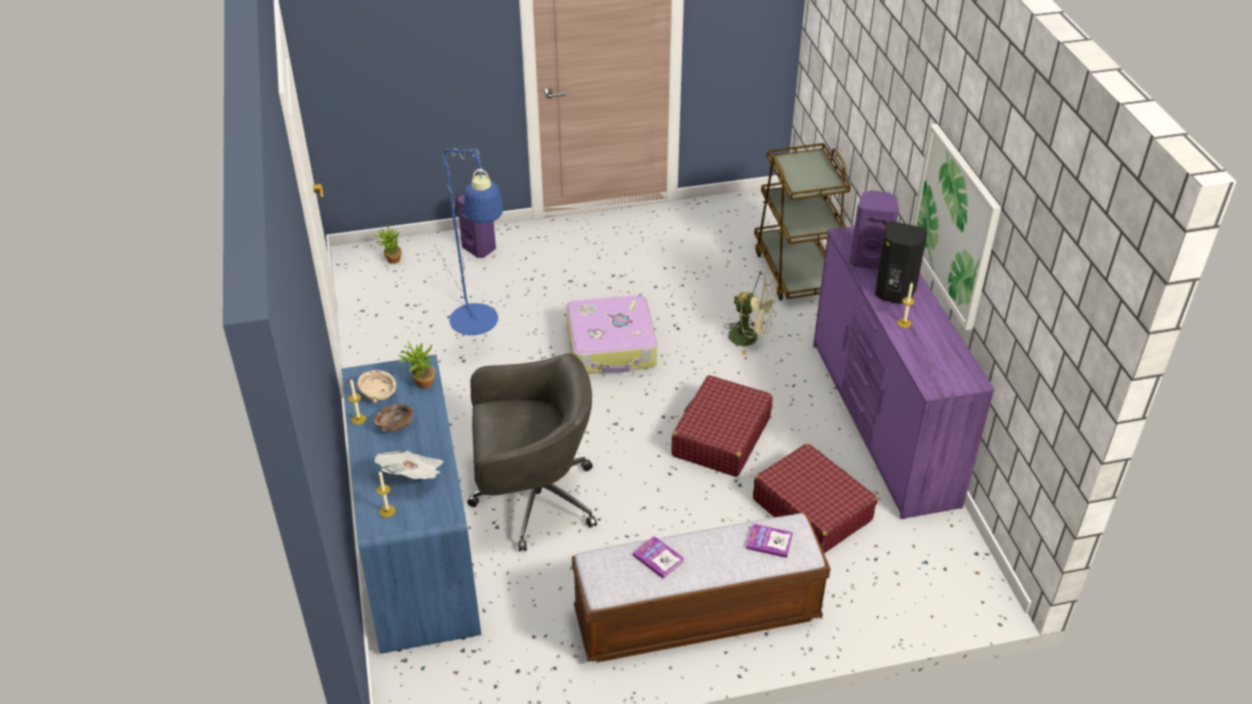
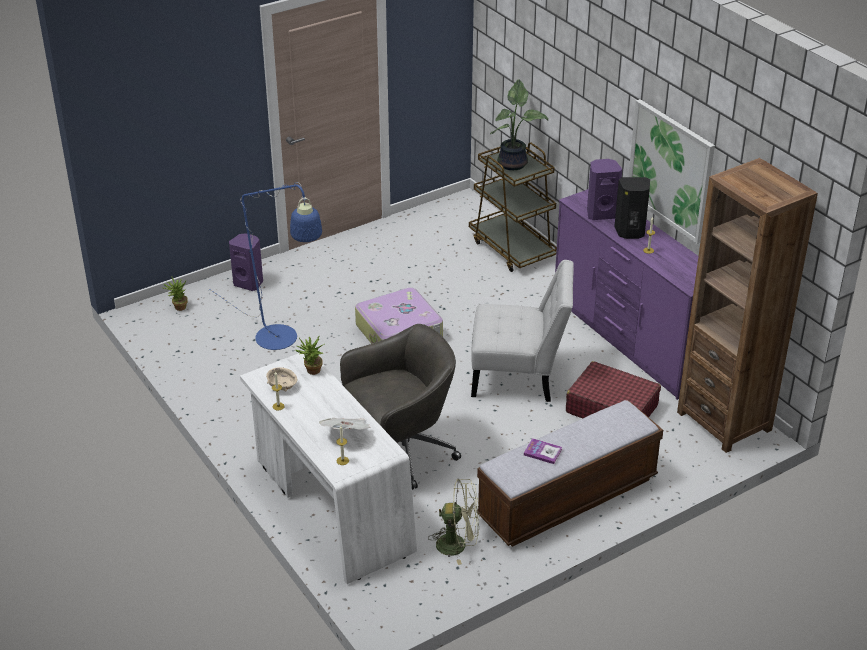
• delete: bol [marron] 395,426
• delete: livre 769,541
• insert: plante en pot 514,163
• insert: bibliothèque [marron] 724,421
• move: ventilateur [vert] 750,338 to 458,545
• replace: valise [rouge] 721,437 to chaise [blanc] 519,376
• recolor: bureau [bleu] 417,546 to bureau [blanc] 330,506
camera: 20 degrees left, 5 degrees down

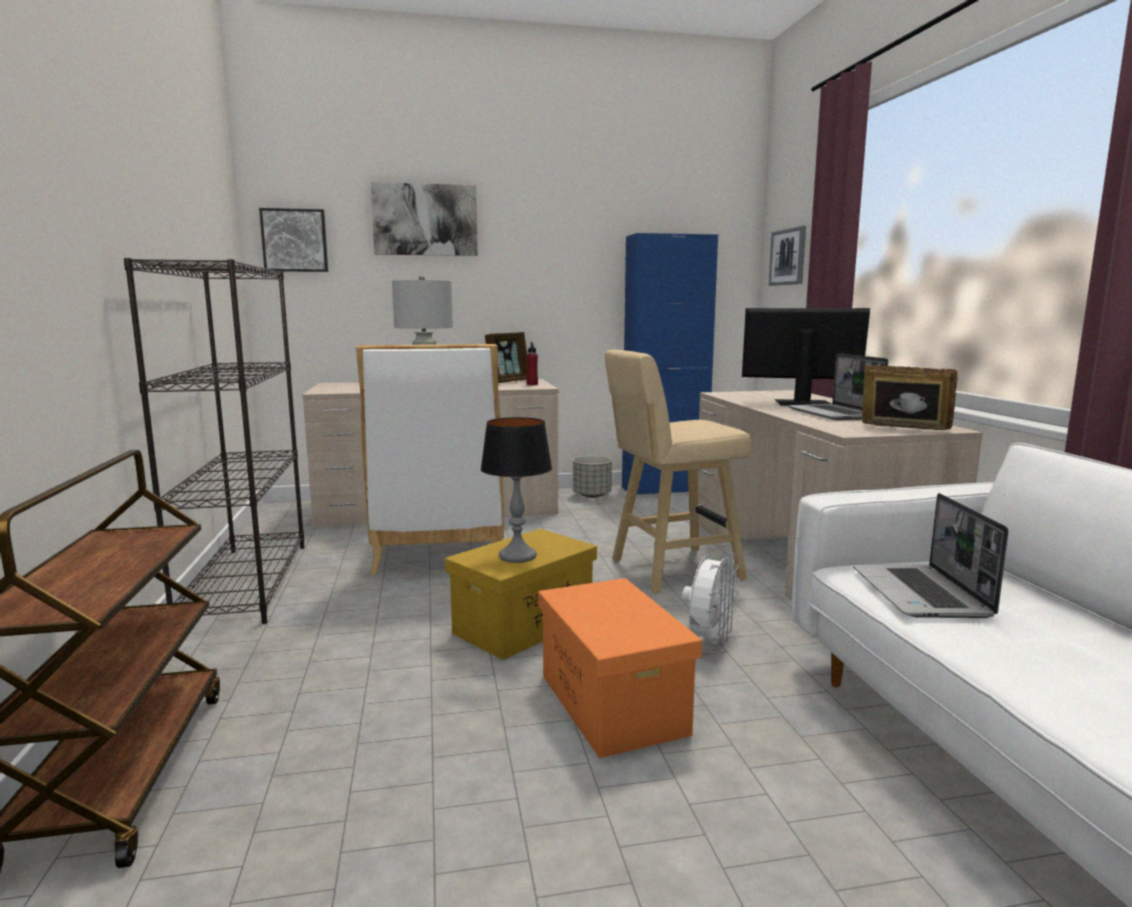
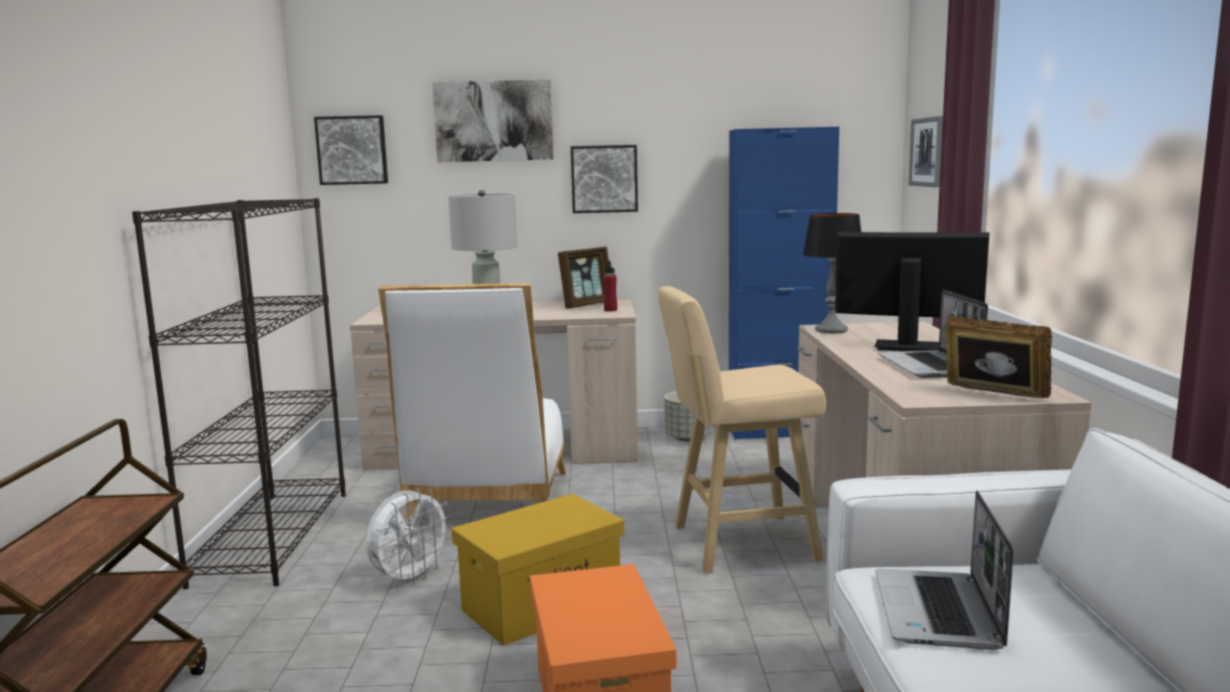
• insert: tableau 604,179
• move: lampe de table 517,556 to 831,330
• move: ventilateur [blanc] 709,643 to 410,578
camera: 10 degrees right, 0 degrees up

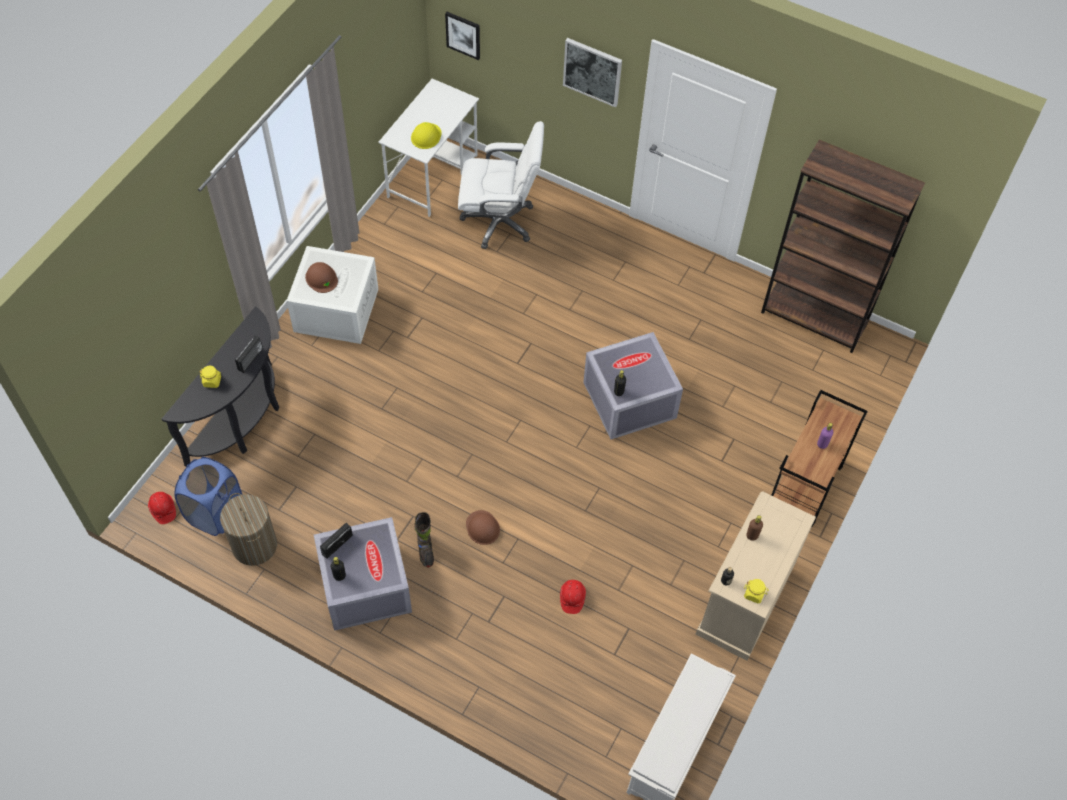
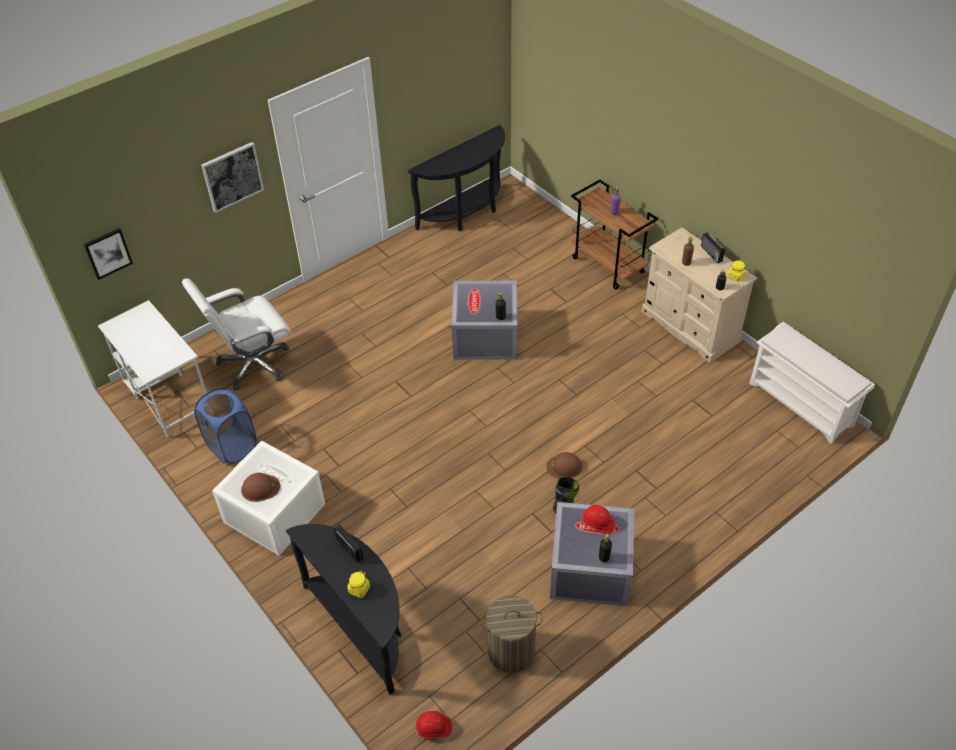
• delete: casque de chantier [jaune] 426,136
• move: panier à linge [bleu] 215,513 to 232,446
• move: radio 337,544 to 711,254
• move: casque de chantier [rouge] 572,598 to 598,523
• replace: bibliothèque [marron] 814,318 to table console [noir] 466,213
• rotate: chaise de bureau [blanc] 500,221 = 253,364 150 degrees counterclockwise
camera: 65 degrees left, 10 degrees down

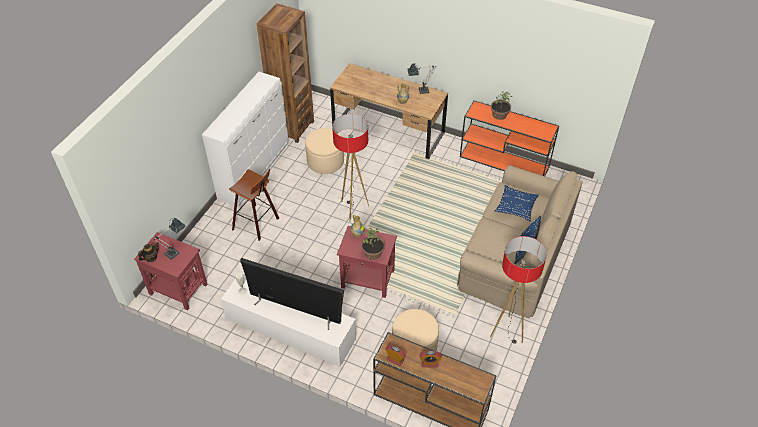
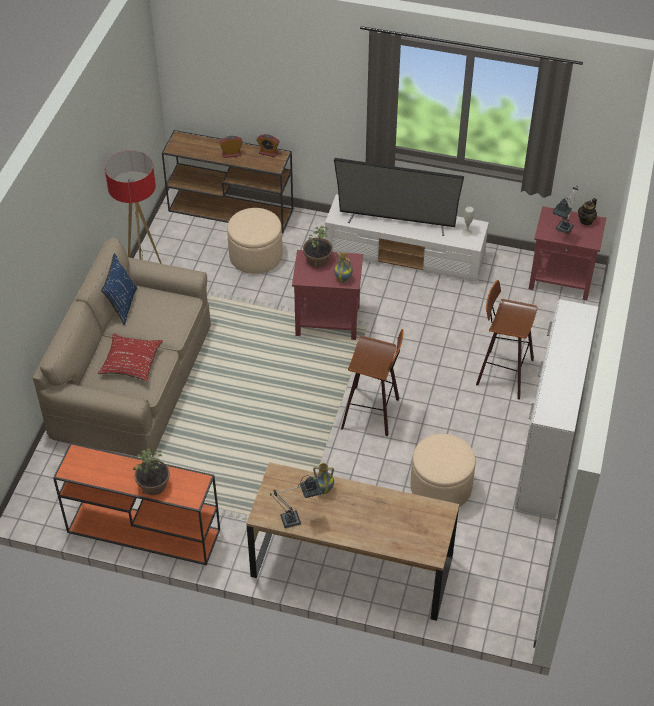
• delete: bibliothèque [marron] 293,128
• replace: lampadaire 353,209 to tabouret 372,412
• recolor: coussin [bleu] 516,206 to coussin [rouge] 131,362
camera: 170 degrees right, 0 degrees up

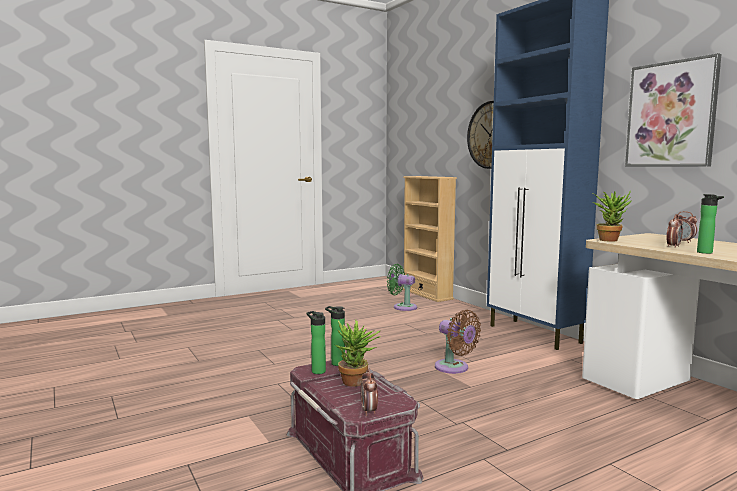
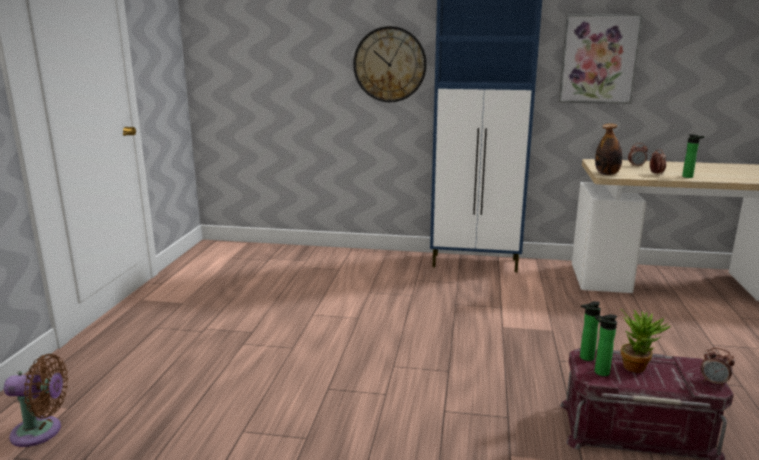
• delete: ventilateur [vert] 402,307
• delete: bibliothèque [beige] 427,294
• move: ventilateur [marron] 454,368 to 41,432
• replace: plante en pot 610,240 to bouteille 607,174
camera: 50 degrees left, 10 degrees up

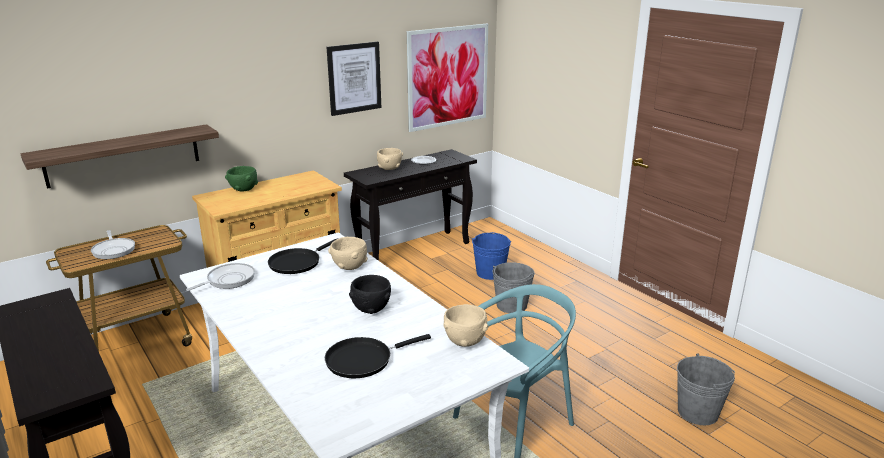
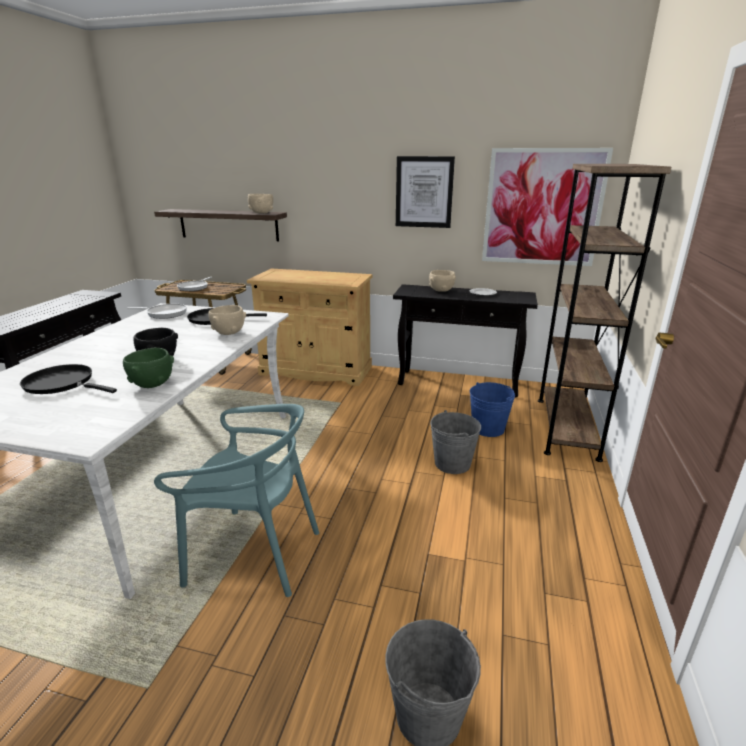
• insert: bibliothèque [marron] 566,427
• move: bol [vert] 243,189 to 152,384
• move: bol [beige] 465,341 to 261,213
camera: 50 degrees right, 0 degrees up

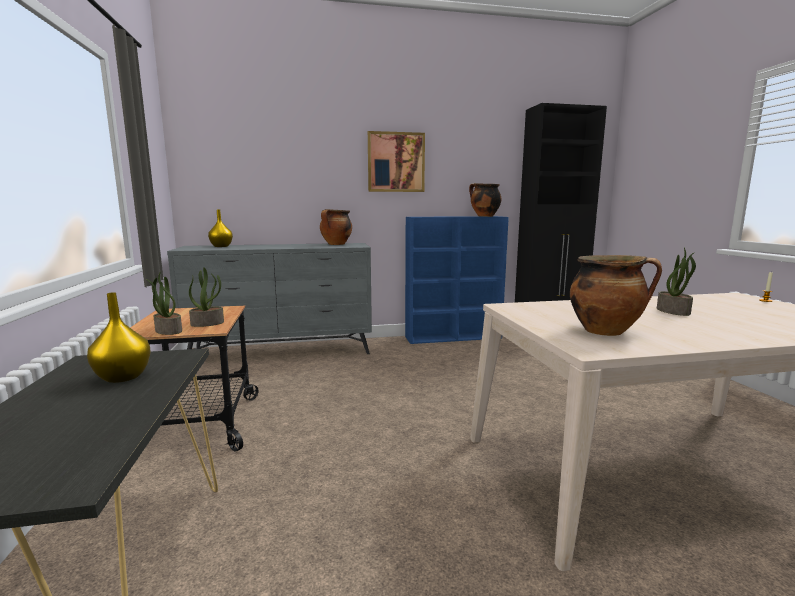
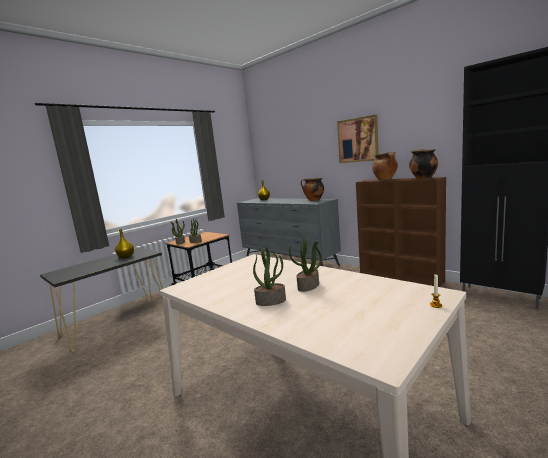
• insert: plante en pot 271,301
• move: marmite 606,331 to 385,179
• recolor: bibliothèque [bleu] 454,337 to bibliothèque [marron] 401,278
camera: 55 degrees right, 0 degrees up

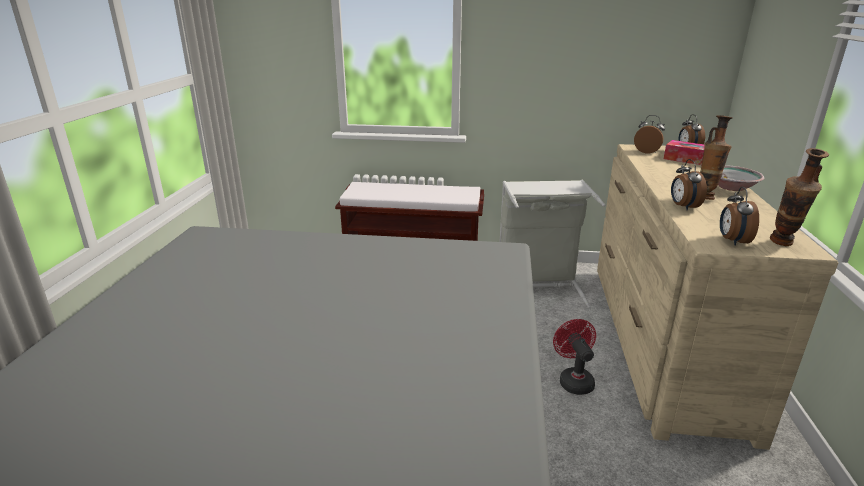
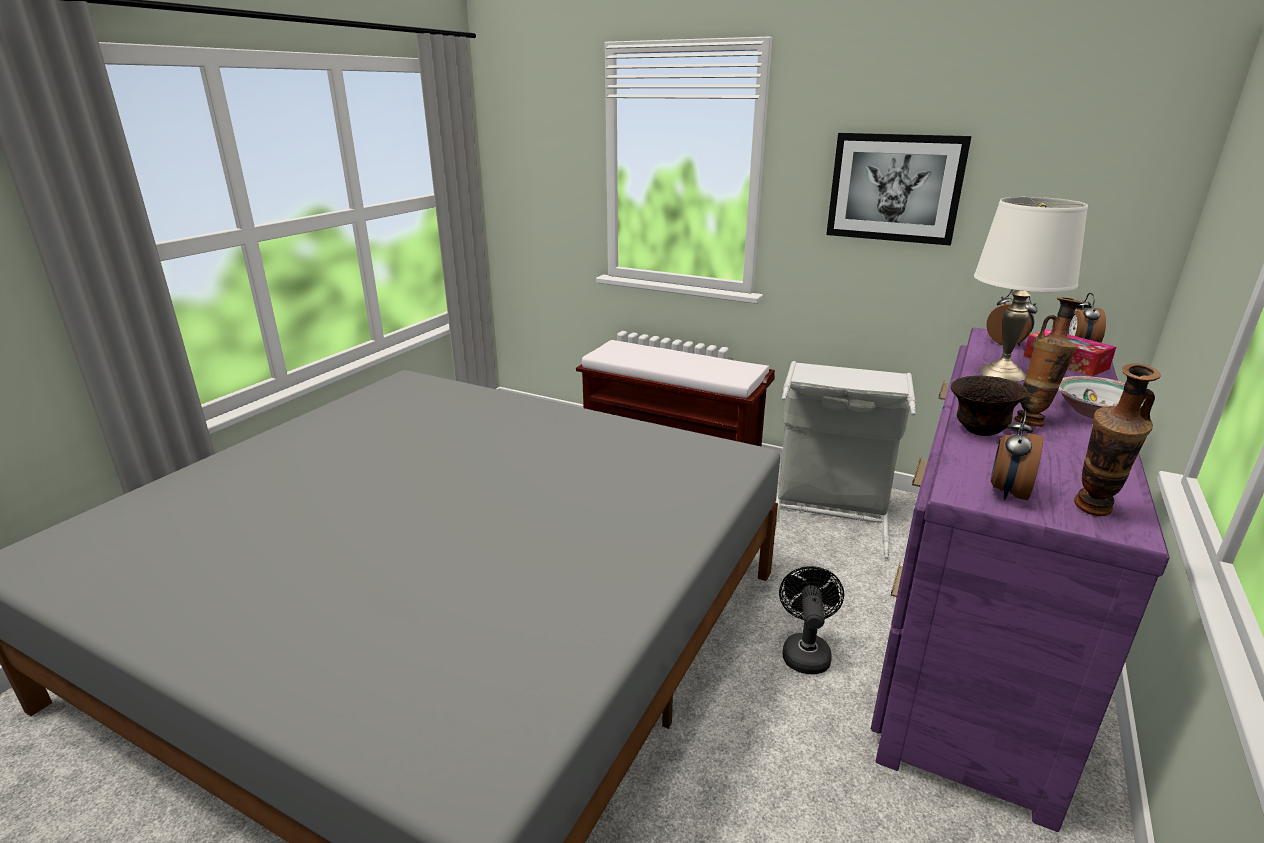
• insert: tableau 895,188
• insert: lampe de table [blanc] 1002,374
• replace: réveil 683,207 to bol [marron] 979,430
• recolor: ventilateur [rouge] 573,380 to ventilateur [noir] 805,651
• recolor: commode [beige] 662,340 to commode [violet] 975,628
camera: 20 degrees right, 0 degrees up

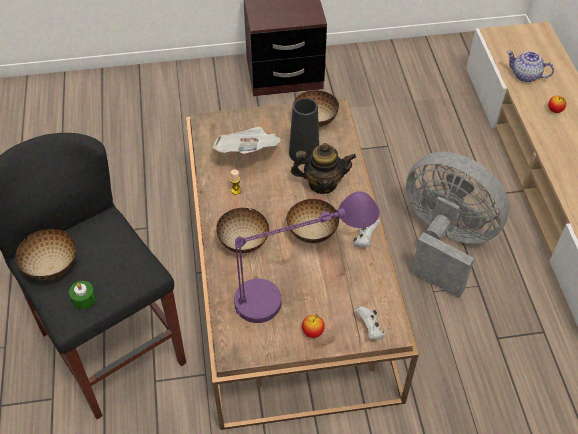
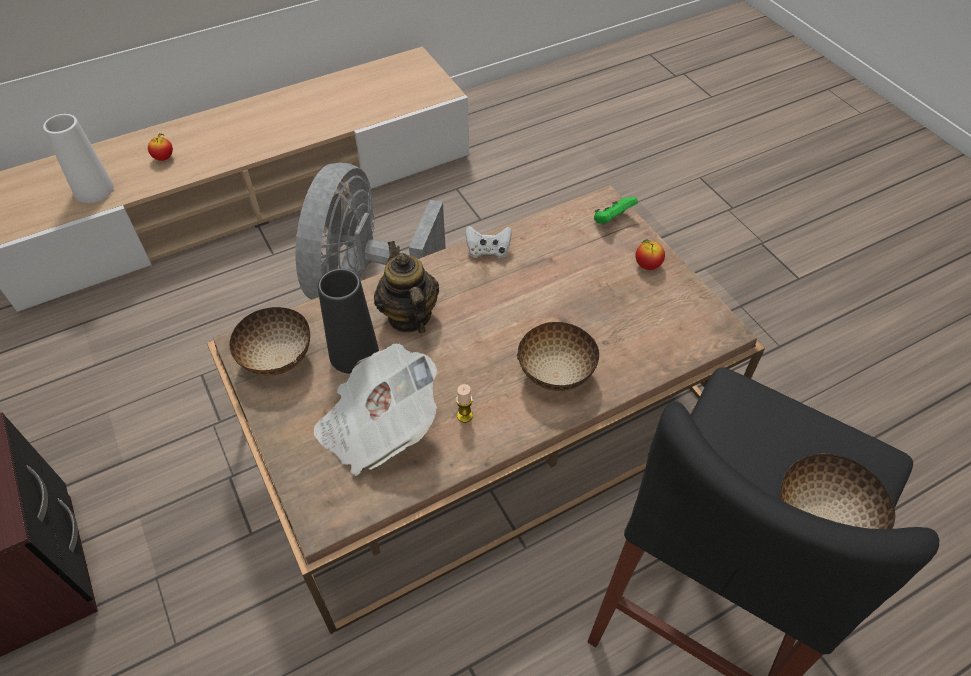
• delete: bougie [vert] 84,299
• delete: lampe de table [violet] 298,291
• delete: bol 312,232
• replace: théière 526,76 to vase [blanc] 94,190
• recolor: manette [blanc] 370,329 to manette [vert] 612,219
camera: 110 degrees left, 0 degrees up

